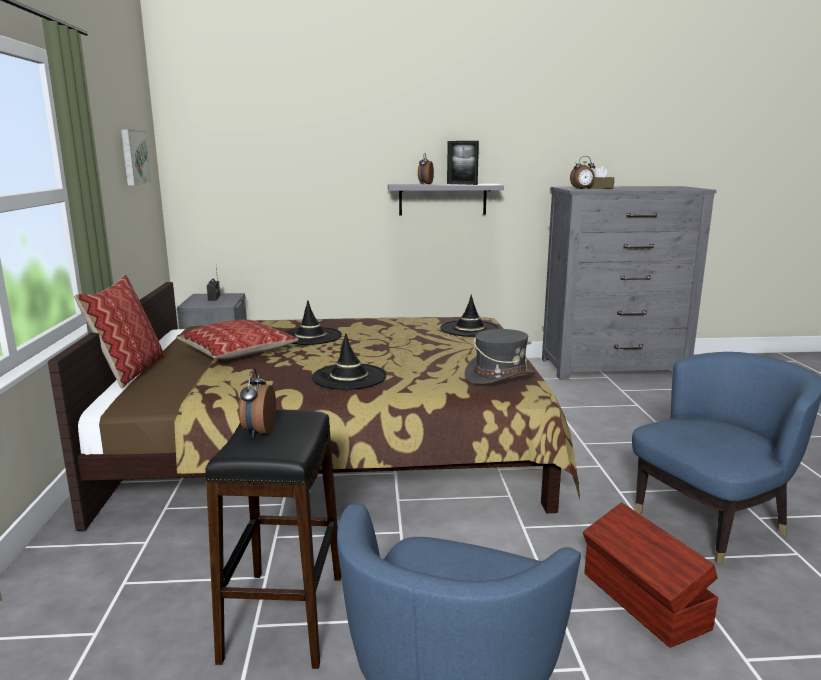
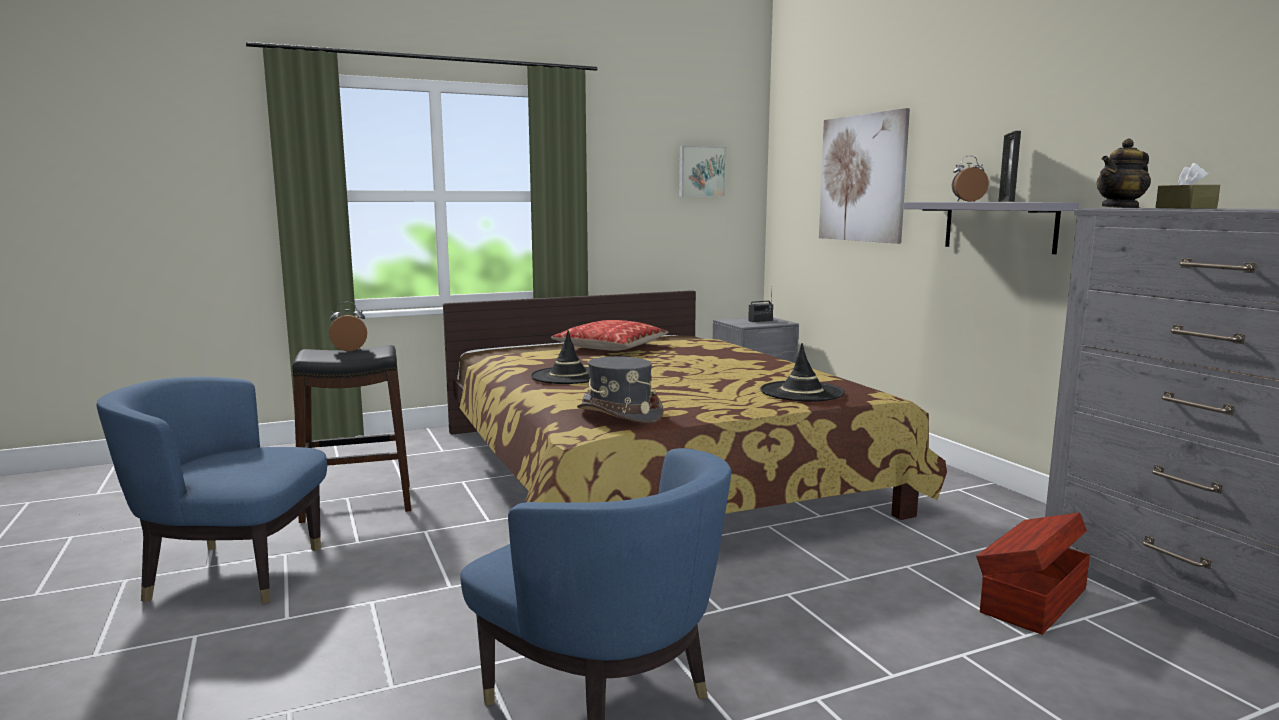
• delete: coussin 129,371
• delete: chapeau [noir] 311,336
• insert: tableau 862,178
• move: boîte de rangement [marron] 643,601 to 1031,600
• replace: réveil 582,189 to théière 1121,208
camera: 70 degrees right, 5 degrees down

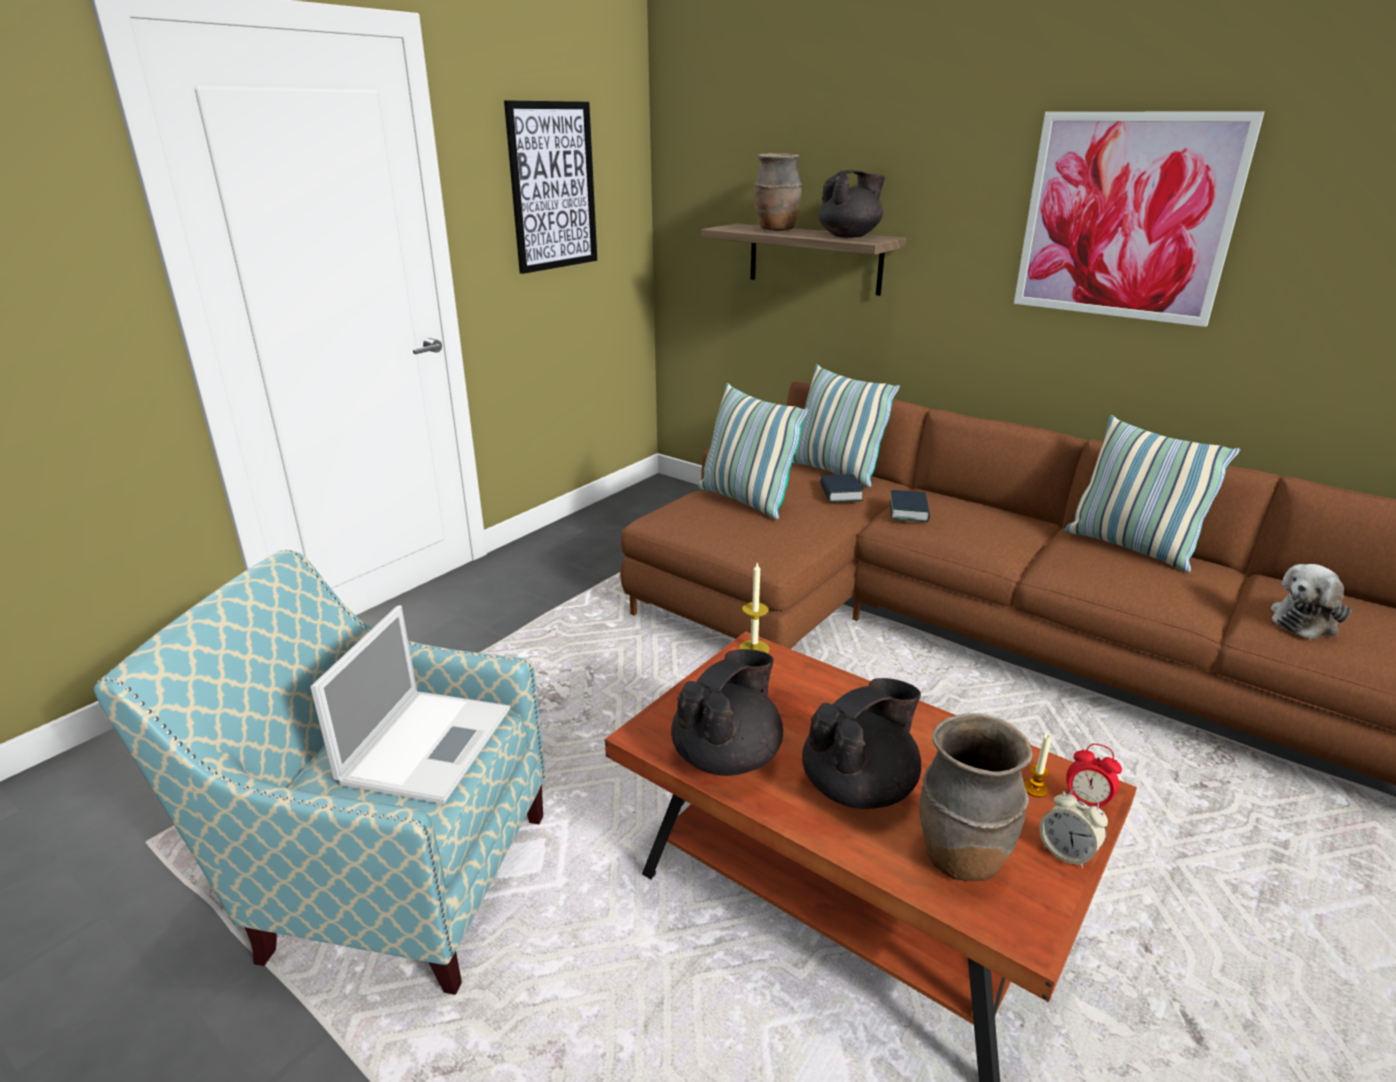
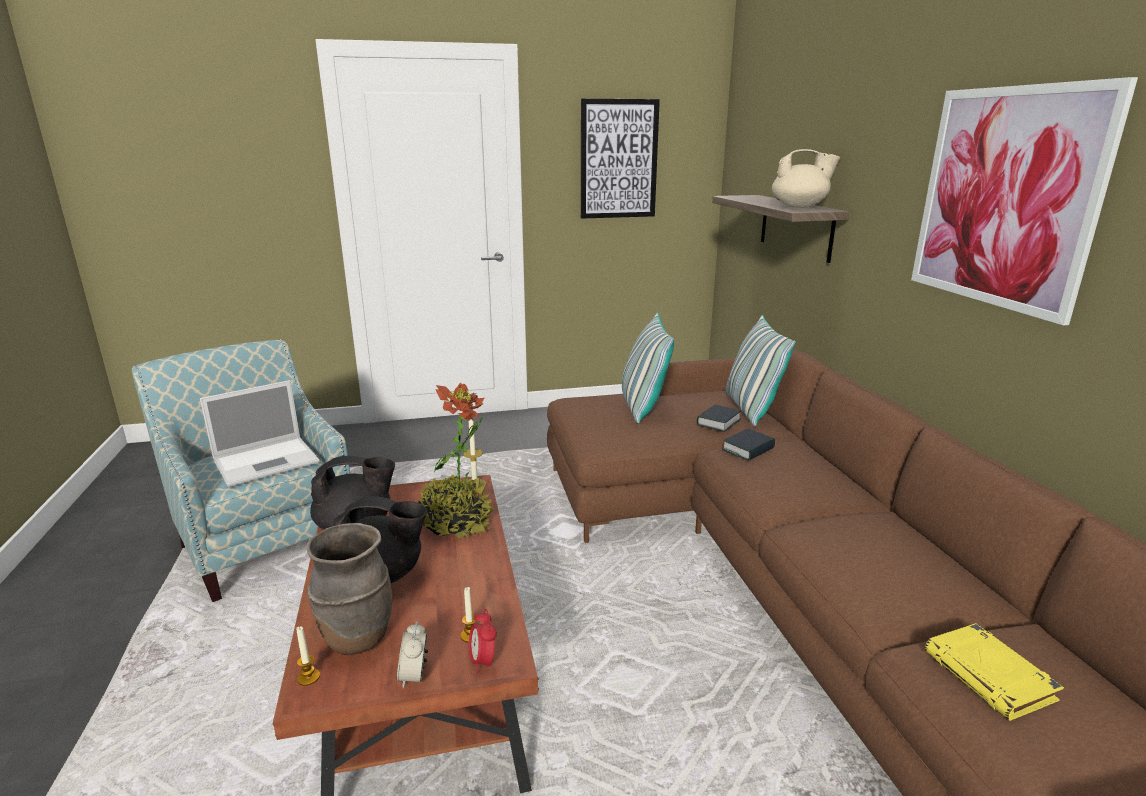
• delete: vase [marron] 776,230
• delete: coussin 1130,547
• insert: bougie 308,677
• insert: plante en pot 455,523
• replace: peluche 1307,620 to livre [jaune] 990,677
• recolor: théière [noir] 849,236 to théière [beige] 800,207
camera: 40 degrees right, 5 degrees down

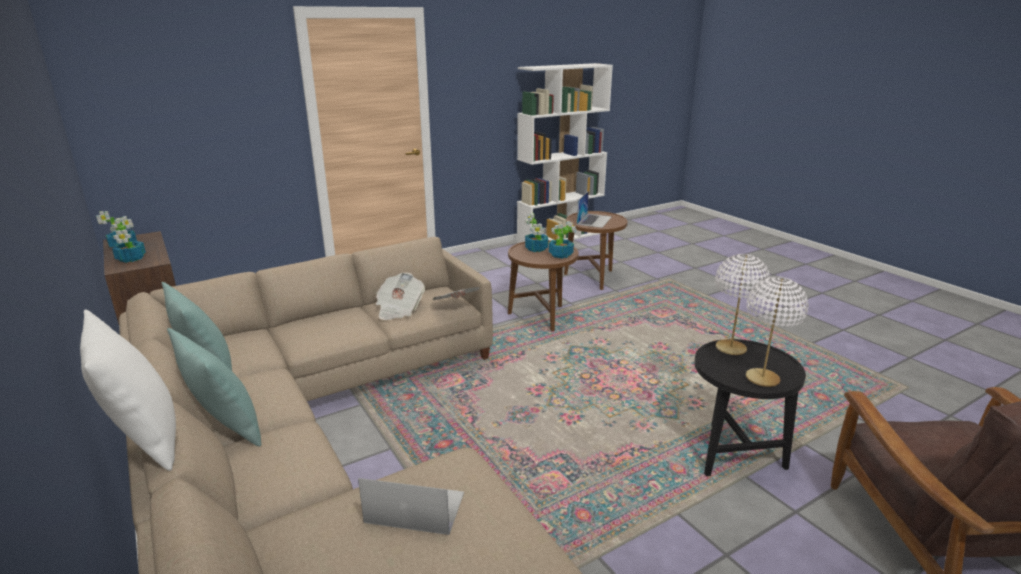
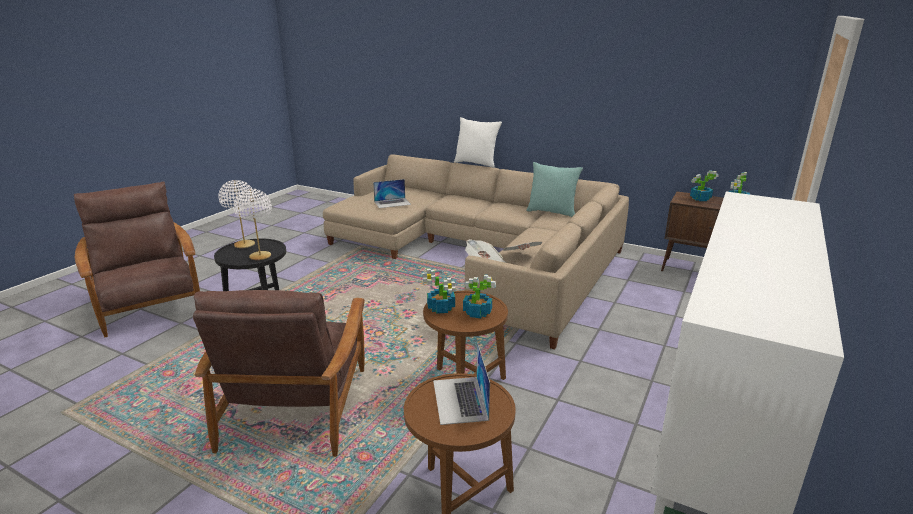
• delete: coussin [turquoise] 225,427
• insert: fauteuil [marron] 297,406
camera: 150 degrees right, 0 degrees up

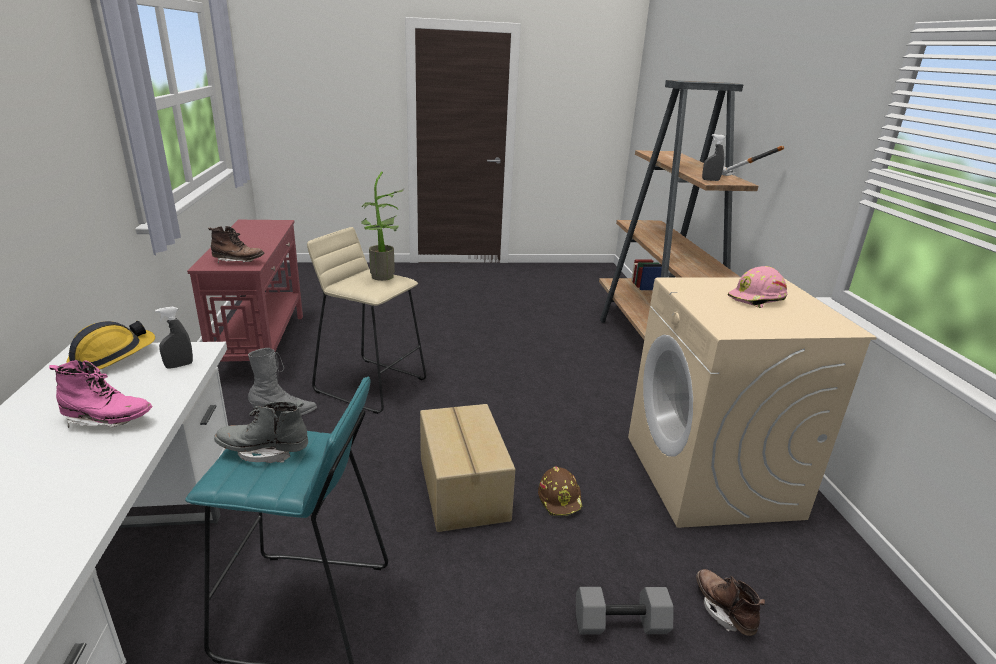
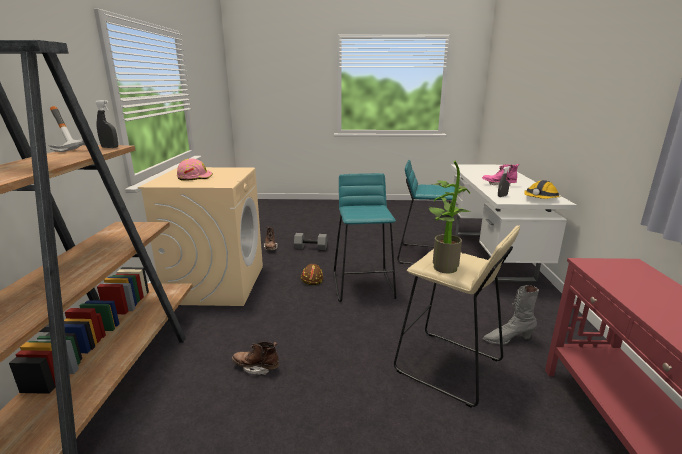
• delete: botte [gris] 264,452
• move: botte [marron] 238,262 to 256,367
• replace: carton 461,488 to tabouret [turquoise] 364,285
camera: 170 degrees left, 5 degrees down

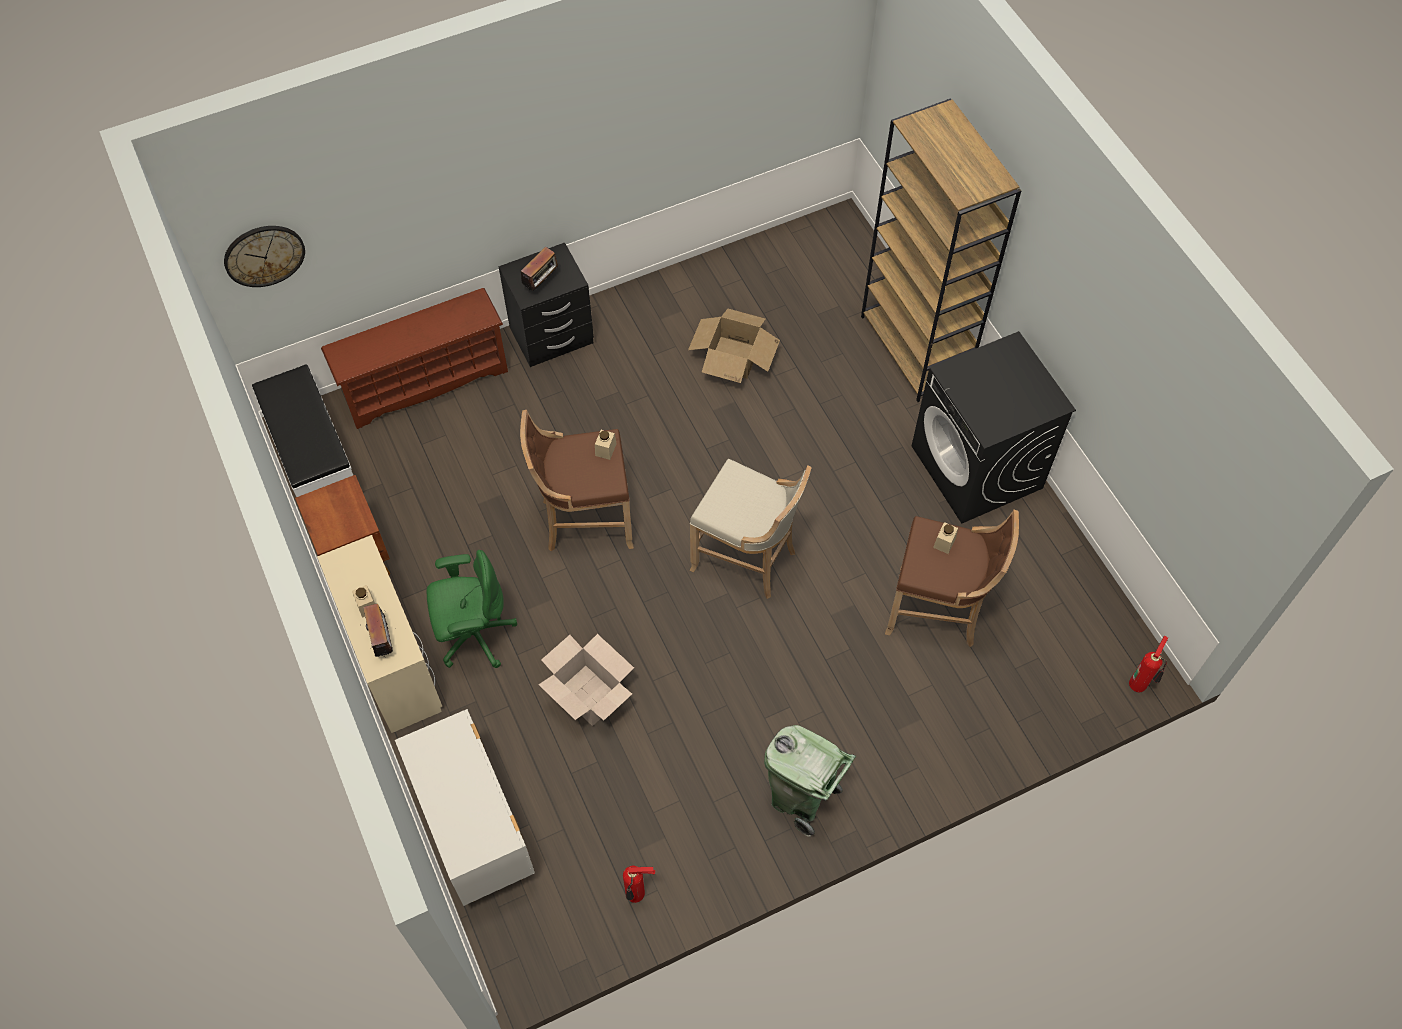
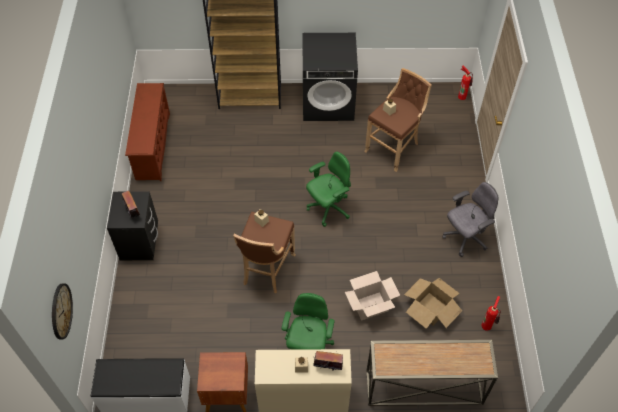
• move: étagère à chaussures [marron] 425,381 to 152,146
• move: carton 734,357 to 431,308
• replace: commode [blanc] 475,830 to table console 423,388
• replace: tabouret [beige] 747,559 to chaise de bureau [vert] 328,208
• replace: poubelle [vert] 801,798 to chaise de bureau [gris] 465,238
camera: 65 degrees left, 5 degrees down

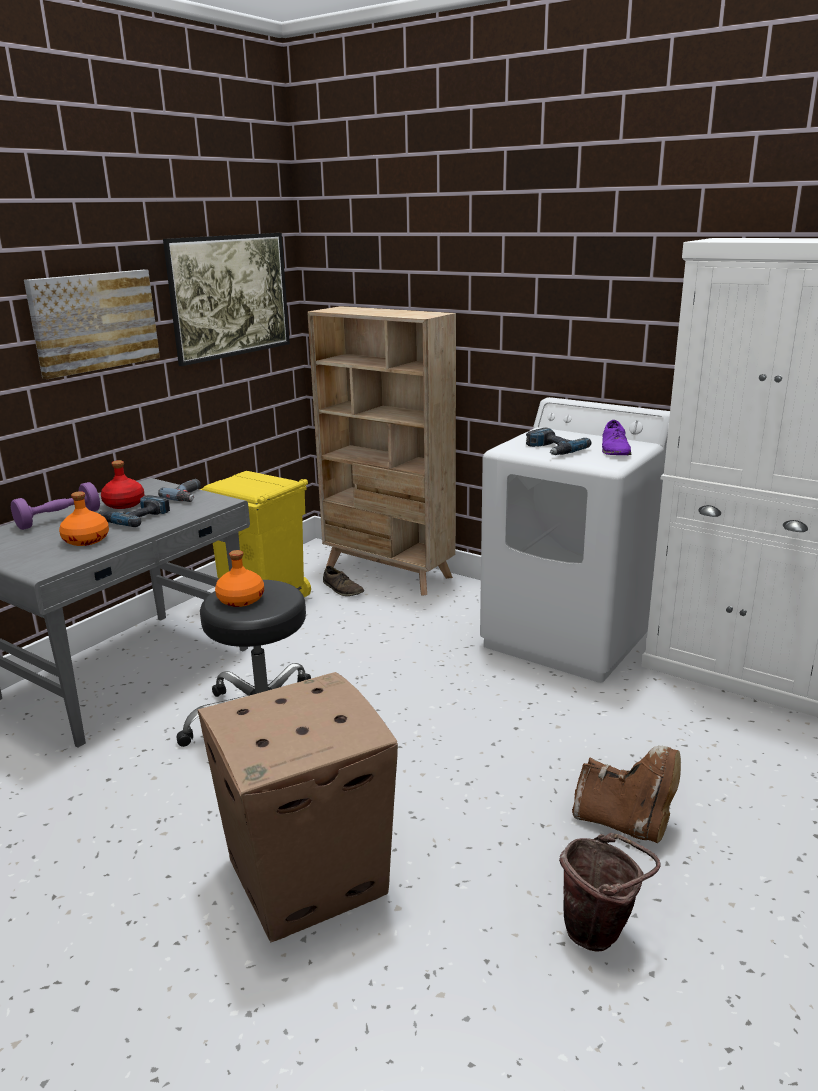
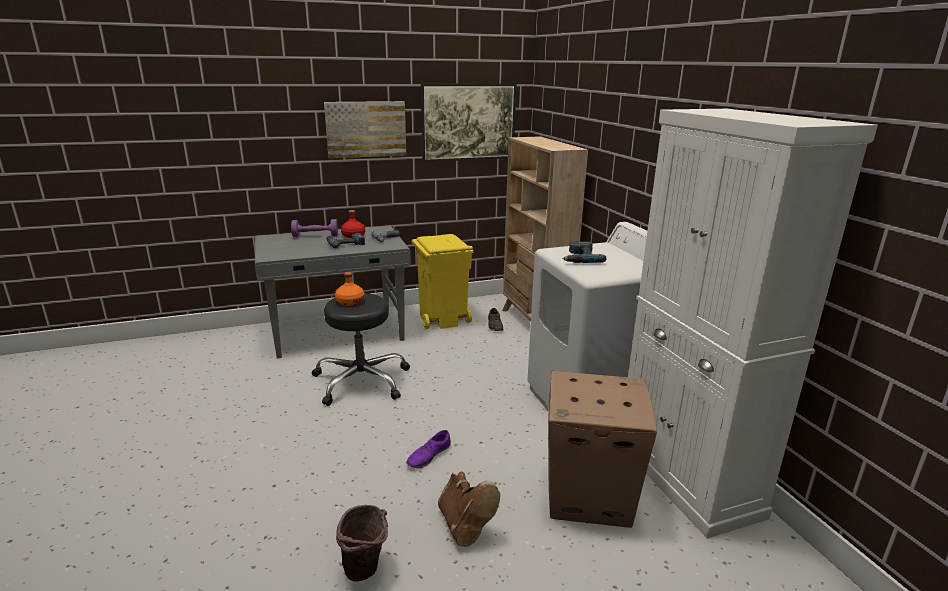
• delete: bouteille [orange] 86,540
• move: carton 309,875 to 589,495
• move: chaussure [violet] 615,449 to 428,456
camera: 35 degrees right, 0 degrees up

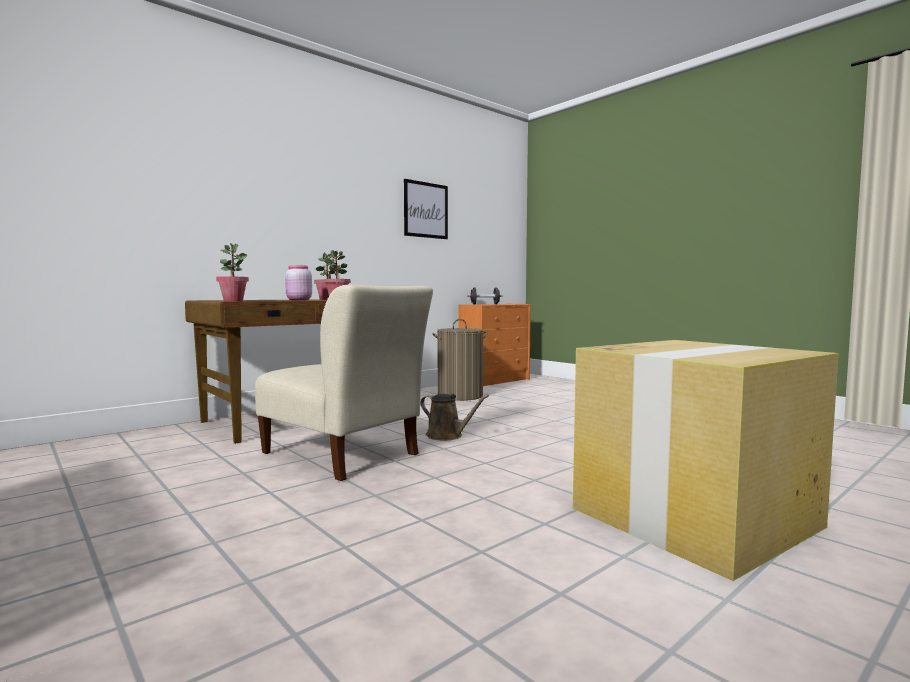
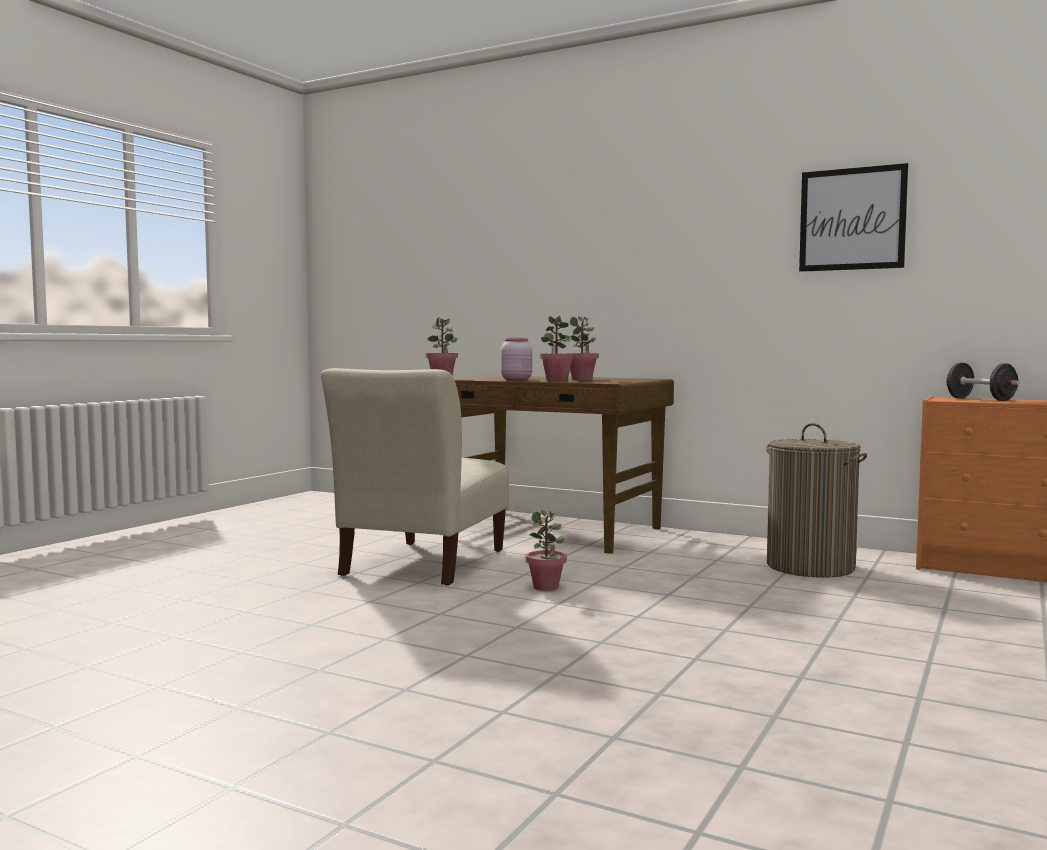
• delete: carton 696,517
• replace: arrosoir [marron] 447,436 to plante en pot 546,587
camera: 70 degrees right, 0 degrees up

